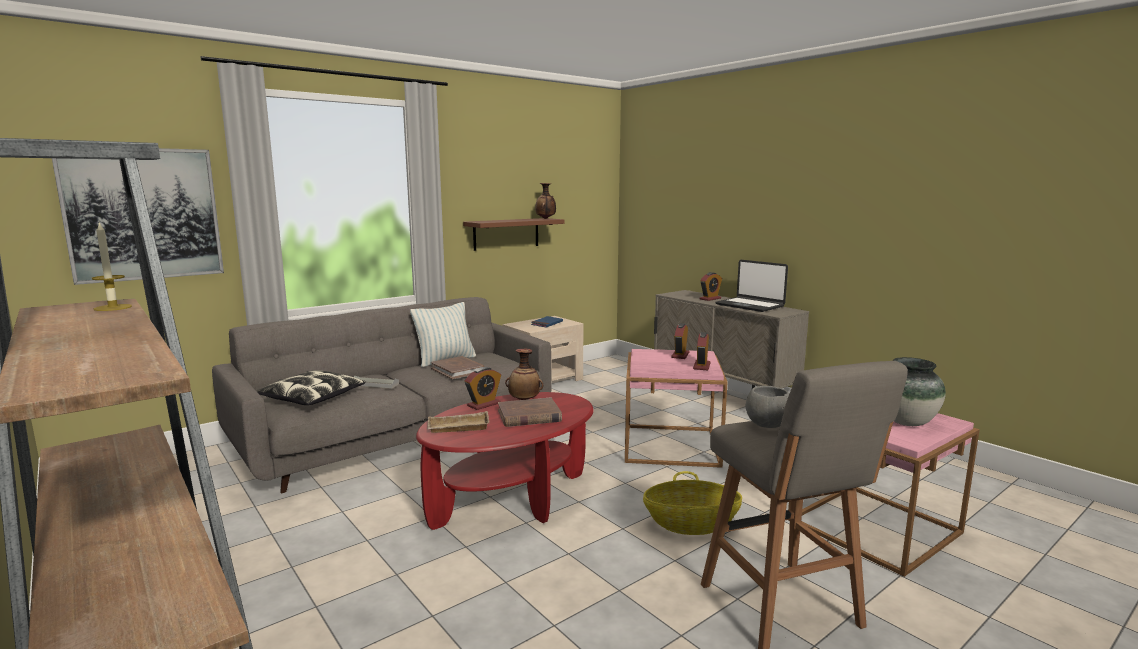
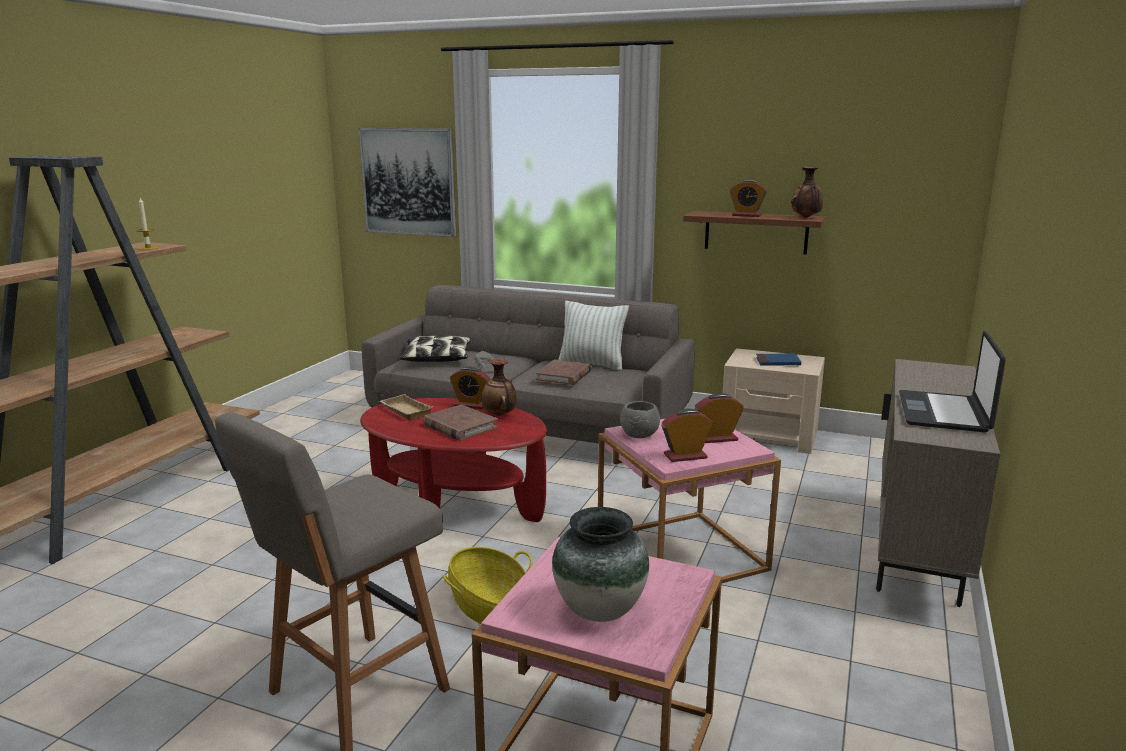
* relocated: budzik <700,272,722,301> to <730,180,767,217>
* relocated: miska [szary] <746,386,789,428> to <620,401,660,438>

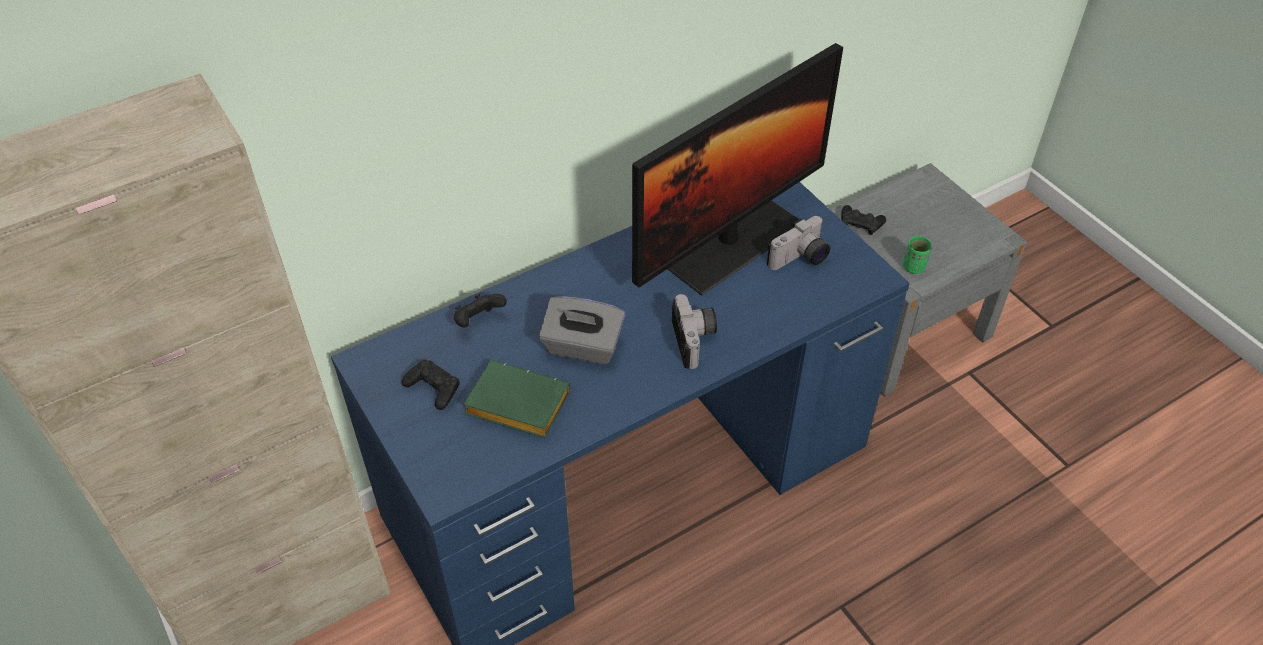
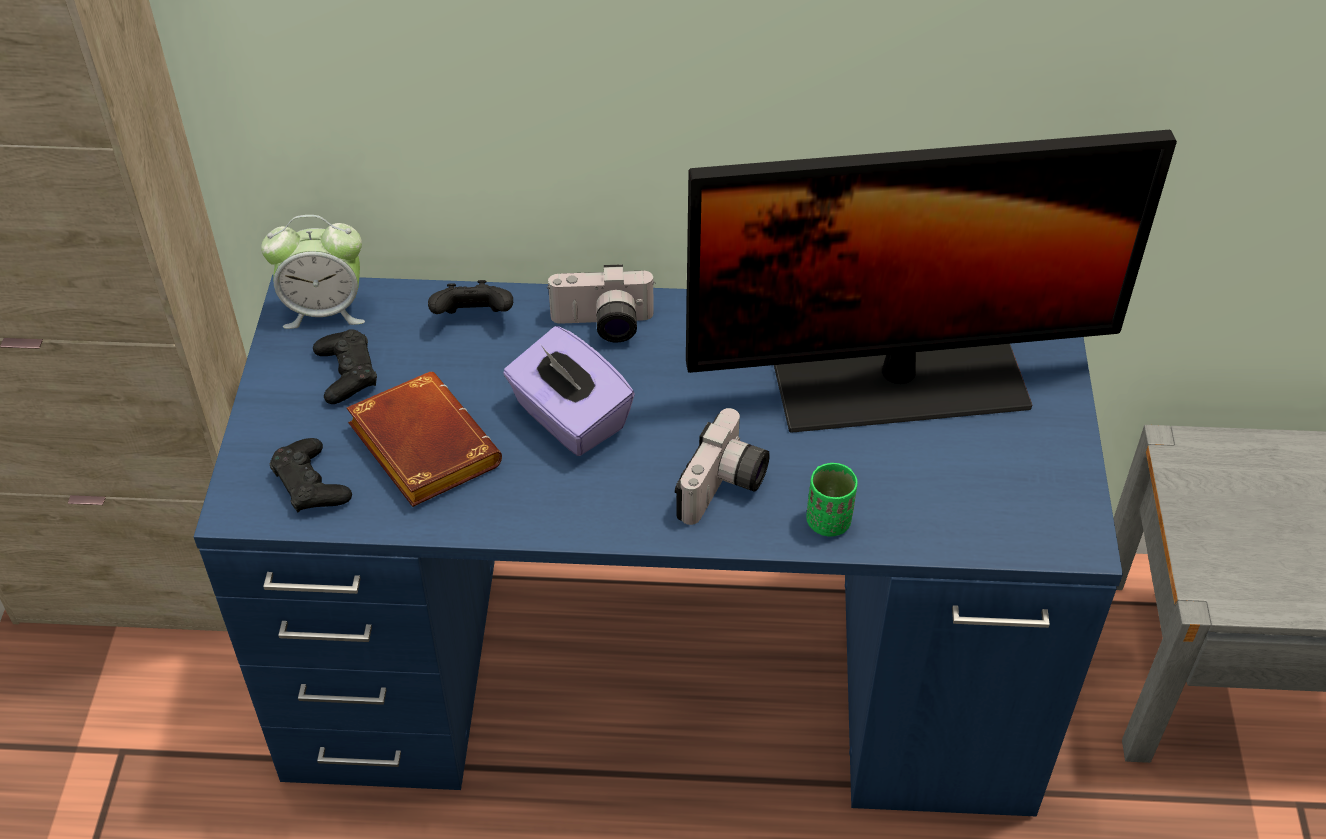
* colour: książka [zielony] <463,360,571,438> to książka [brązowy] <347,372,502,507>
* colour: pudełko chusteczek [szary] <539,296,625,364> to pudełko chusteczek [fioletowy] <503,326,635,456>
* relocated: aparat fotograficzny <767,216,830,270> to <547,264,656,342>
* relocated: pad do gier [czarny] <841,205,886,235> to <269,438,352,512>
* relocated: filiżanka [zielony] <903,236,932,274> to <806,463,858,537>
* appeared: budzik <261,215,365,329>

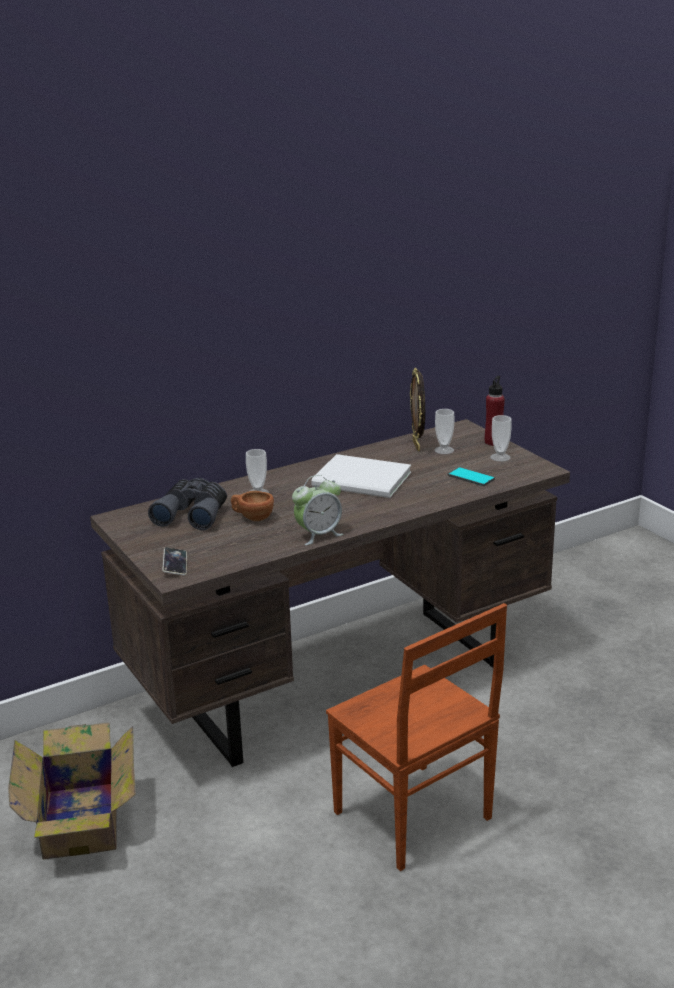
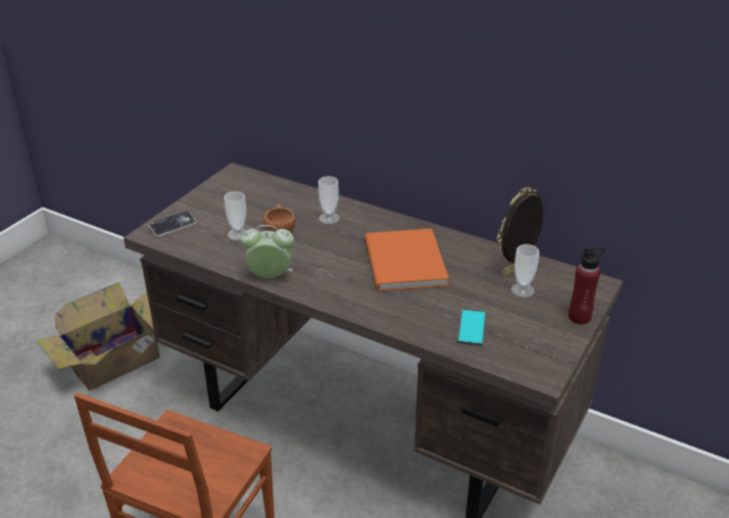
* missing: lornetka [szary] <148,478,227,530>
* spun: budzik <292,475,343,545> = <241,225,294,278> 150 degrees clockwise
* colour: książka [biały] <311,454,411,498> to książka [pomarańczowy] <365,229,449,291>
* relocated: filiżanka <490,415,511,462> to <224,191,247,240>

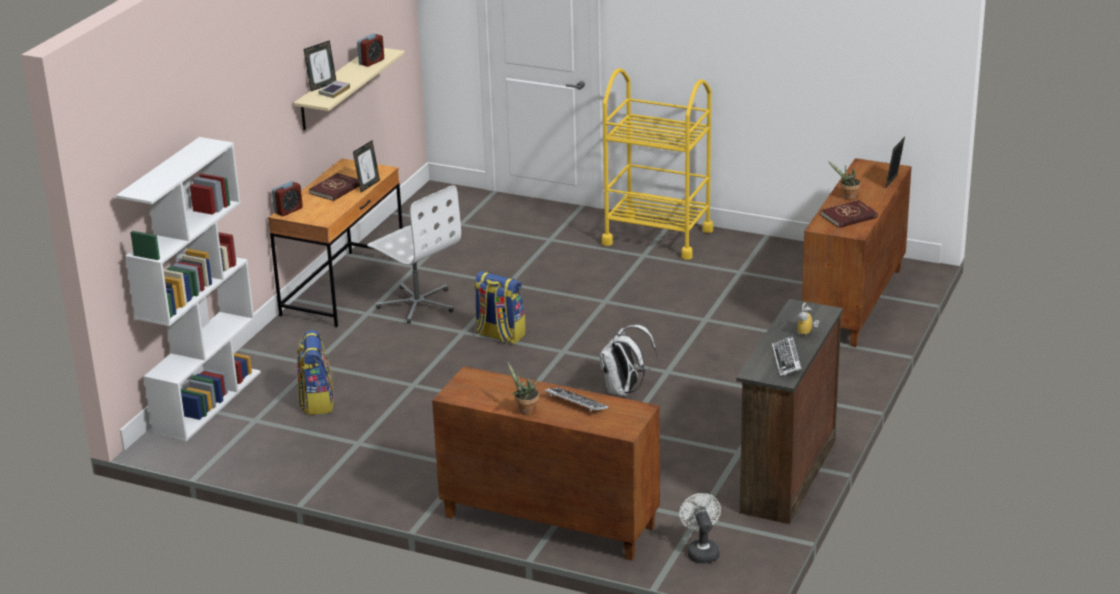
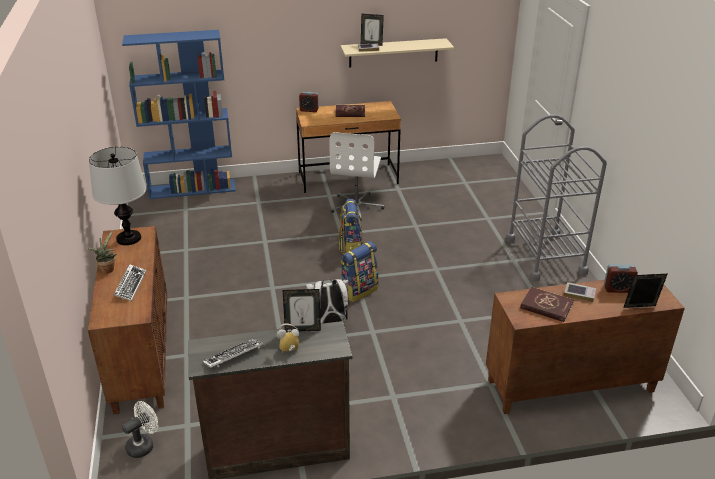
* colour: regał [biały] <116,137,261,442> to regał [niebieski] <122,30,236,199>
* relocated: plecak <297,330,334,415> to <341,241,378,302>
* relocated: ramka na zdjęcie <353,141,380,192> to <283,289,321,332>
* relocated: budzik <357,33,384,67> to <604,264,638,293>
* colour: wózek [żółty] <602,68,713,260> to wózek [szary] <506,114,607,281>
* exchanged: roślina doniczkowa <828,161,861,200> to książka <564,282,596,302>
* appeared: lampa stołowa <89,147,146,245>

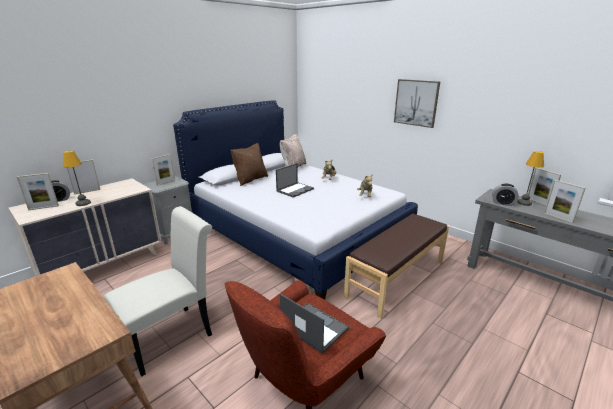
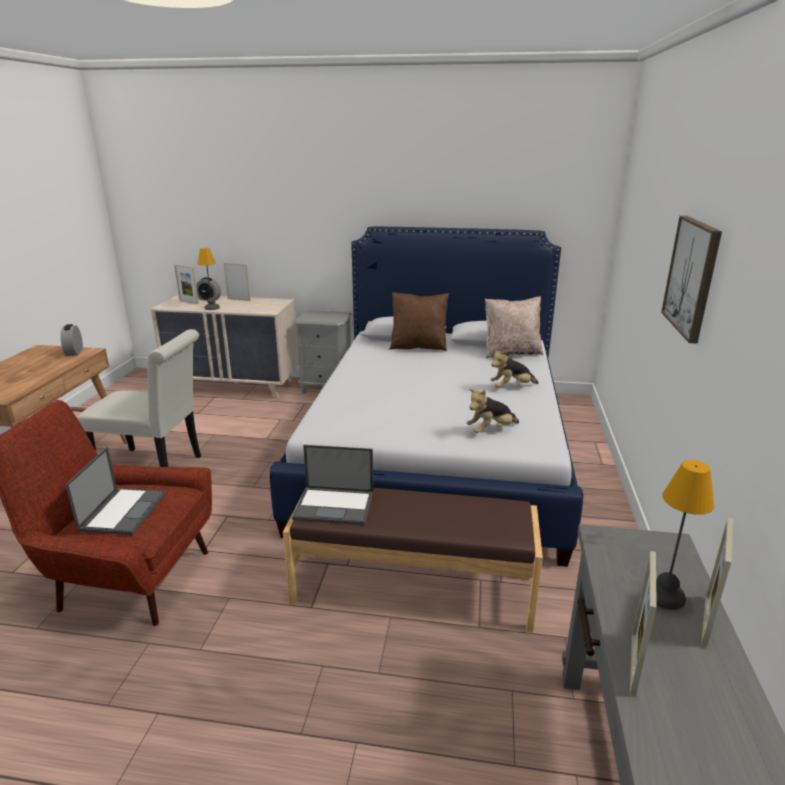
* missing: ramka na zdjęcie <152,154,175,186>
* relocated: laptop <276,163,314,198> to <292,445,373,525>
* relocated: budzik <492,184,519,206> to <61,324,83,356>

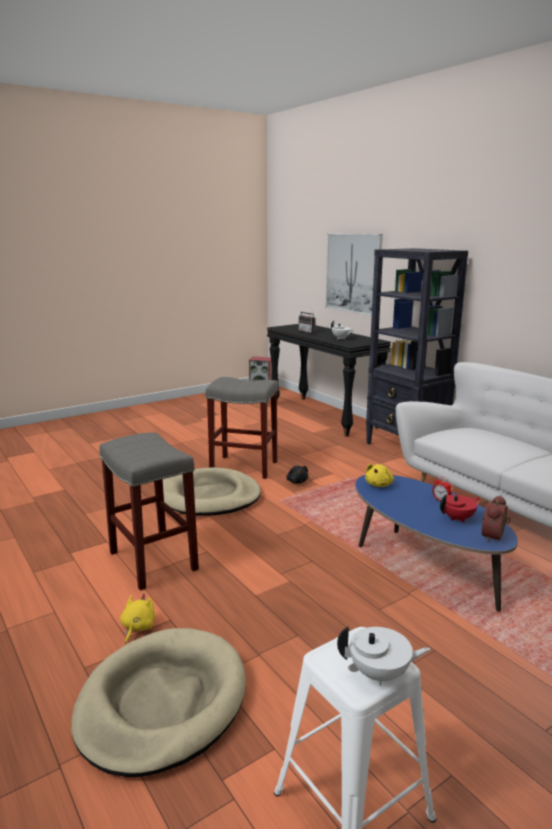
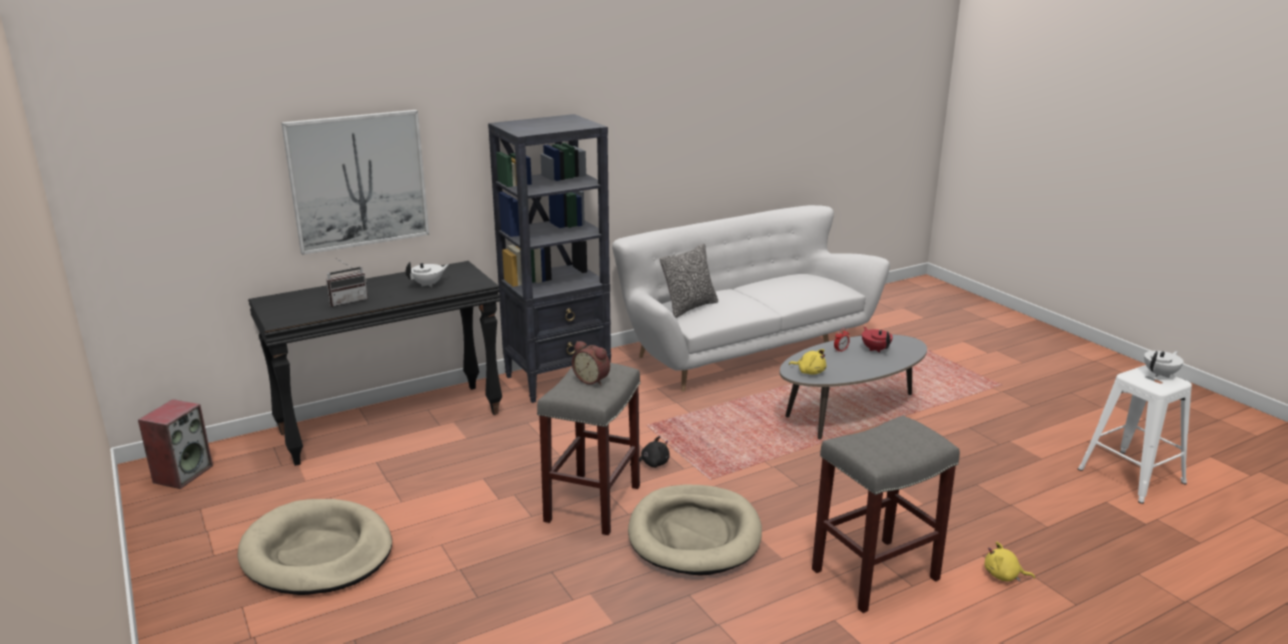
* relocated: legowisko [beżowy] <71,628,246,777> to <237,499,392,595>
* spun: imbryk [biały] <337,626,430,686> = <1144,351,1184,378> 45 degrees clockwise
* colour: ława [niebieski] <355,475,518,612> to ława [szary] <780,335,927,439>
* relocated: budzik <482,495,510,542> to <572,341,610,385>
* appeared: poduszka <660,244,718,318>

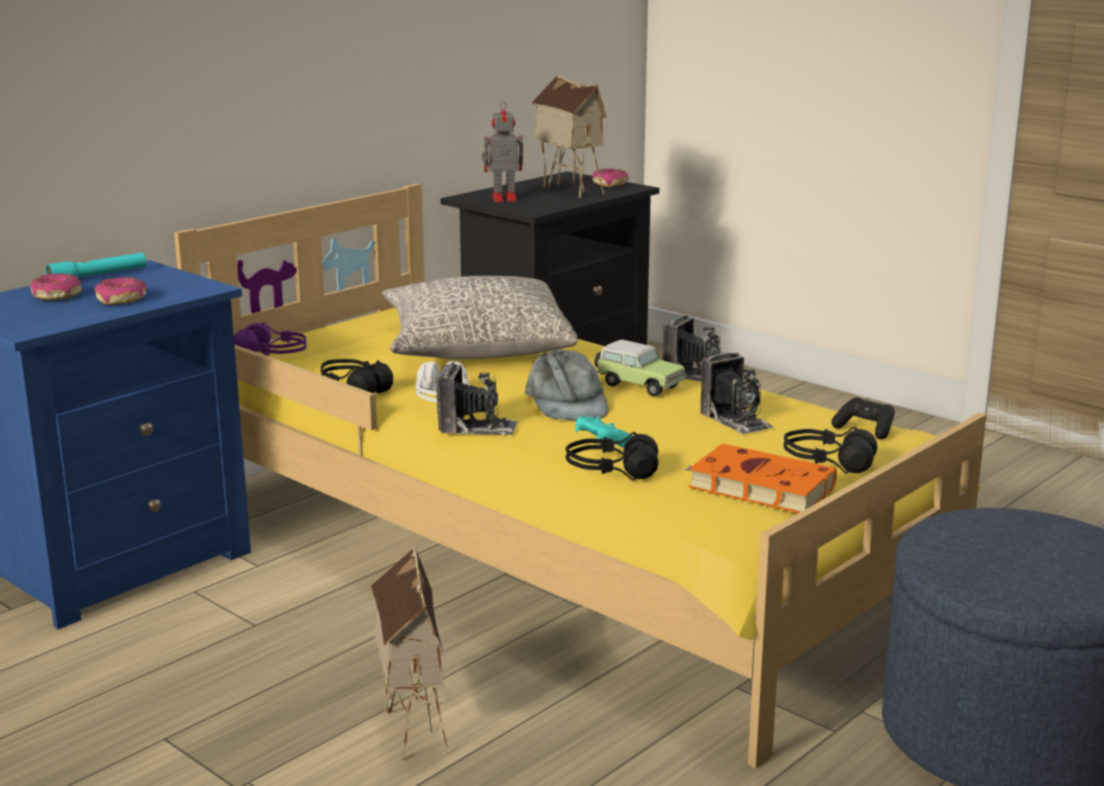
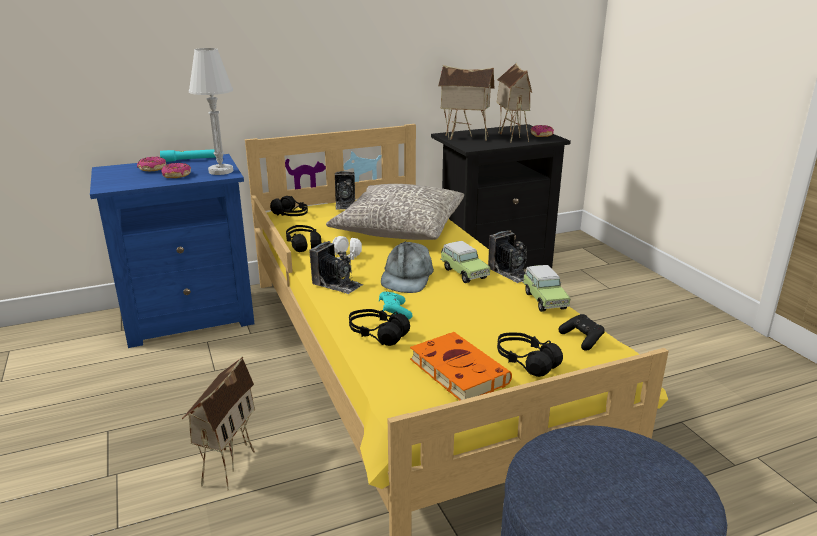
* colour: słuchawki [fioletowy] <234,322,307,356> to słuchawki [czarny] <270,196,308,216>
* exchanged: robot zabawkowy <482,101,523,202> to domek <438,65,494,141>
* relocated: aparat fotograficzny <700,352,774,435> to <335,171,355,210>
* appeared: lampa stołowa [biały] <189,48,233,175>
* appeared: samochodzik <522,265,570,312>

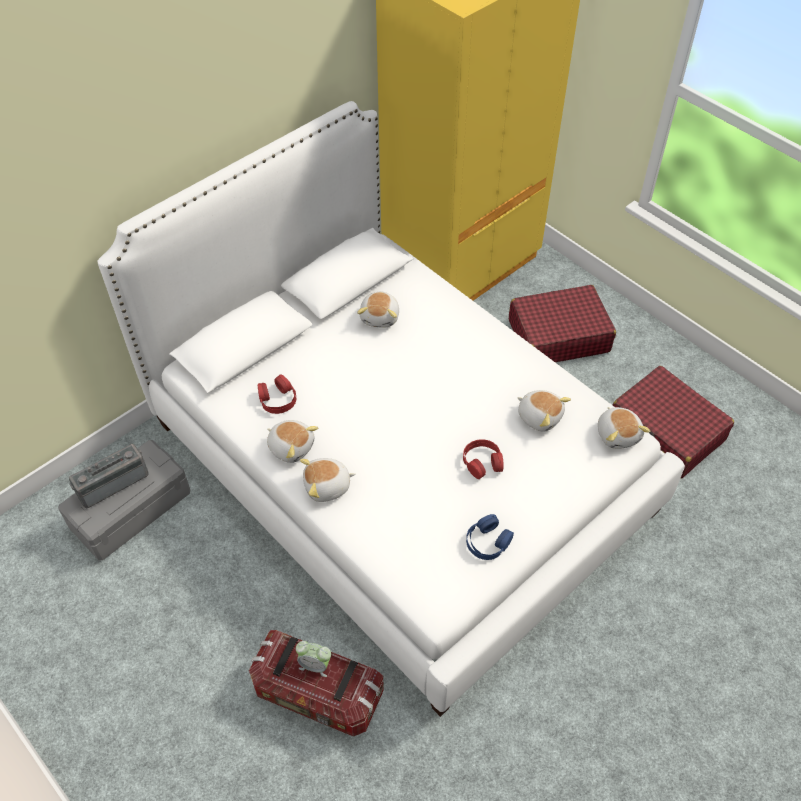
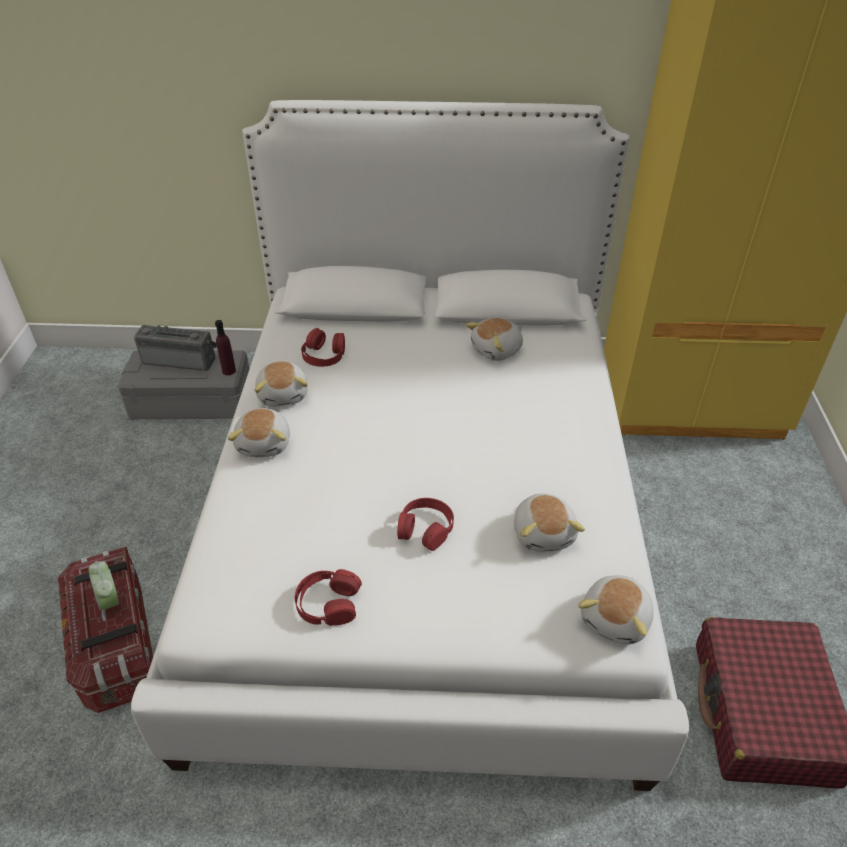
* spun: pluszak <300,458,356,502> = <228,408,290,457> 120 degrees counterclockwise
* colour: słuchawki [niebieski] <466,514,514,560> to słuchawki [czerwony] <295,569,362,626>
* missing: walizka [czerwony] <509,285,616,362>
* appeared: butelka [fioletowy] <215,320,236,375>

